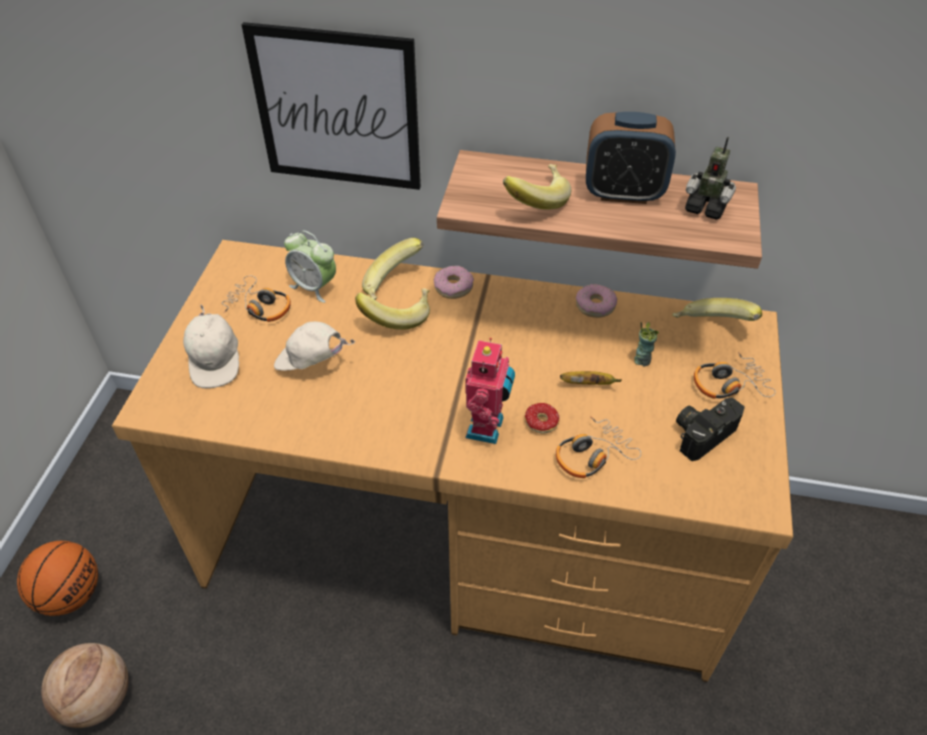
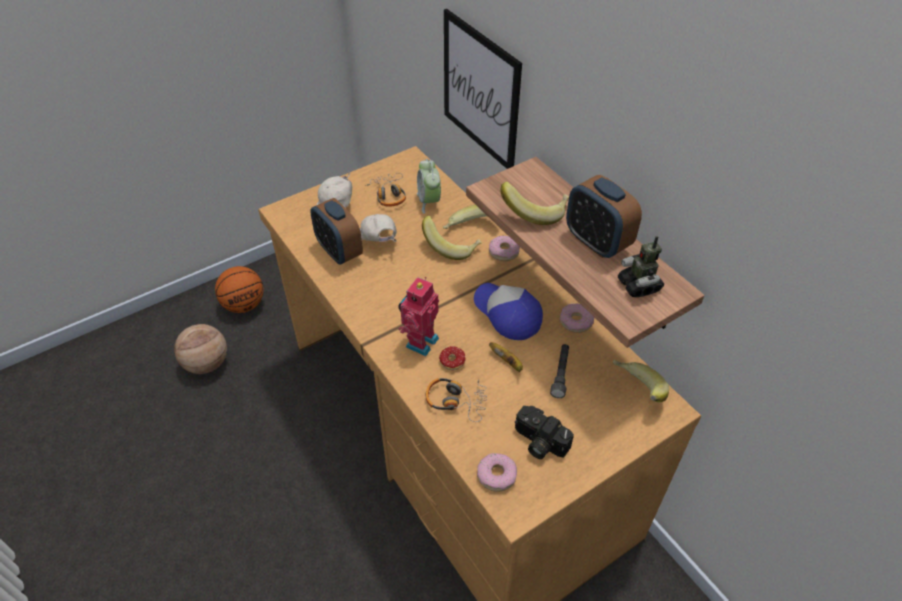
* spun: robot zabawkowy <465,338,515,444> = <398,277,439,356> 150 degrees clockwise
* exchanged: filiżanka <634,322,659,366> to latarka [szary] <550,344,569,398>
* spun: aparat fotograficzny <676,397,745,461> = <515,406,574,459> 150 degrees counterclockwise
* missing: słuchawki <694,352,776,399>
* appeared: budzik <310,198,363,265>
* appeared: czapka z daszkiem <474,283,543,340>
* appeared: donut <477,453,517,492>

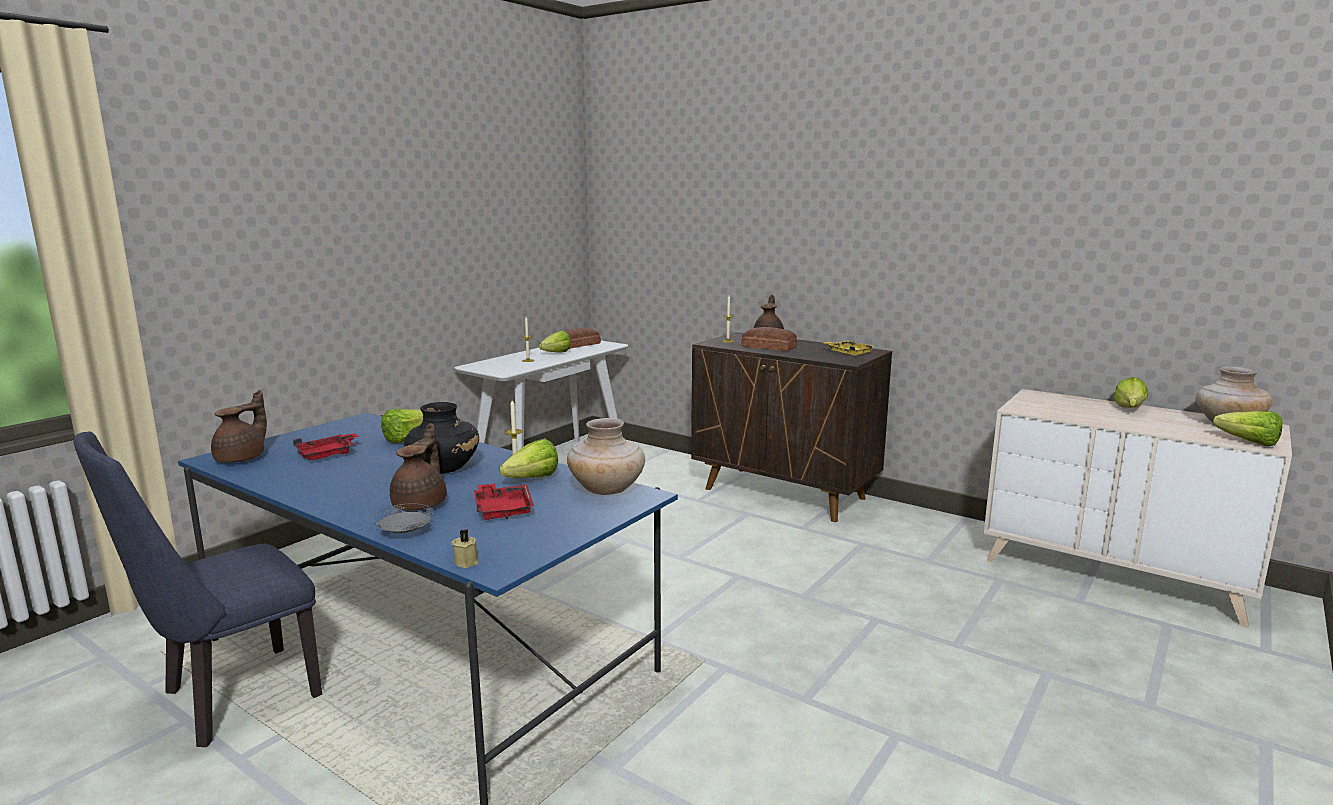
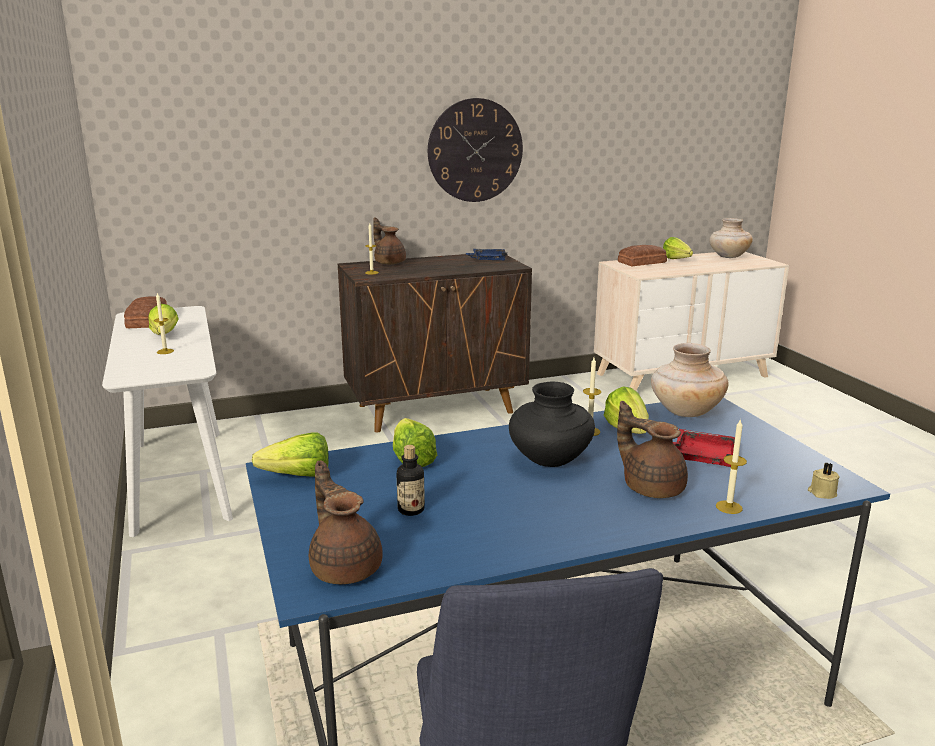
* exchanged: taca [czerwony] <293,433,359,460> to butelka <397,445,425,516>
* exchanged: talerz [szary] <373,503,434,533> to świeca <716,419,747,514>
* relocated: chleb <741,327,797,351> to <618,245,667,266>
* colour: taca [żółty] <825,340,875,356> to taca [niebieski] <466,249,507,260>
* relocated: sałata <1213,411,1283,447> to <252,433,329,477>
* appeared: zegar ścienny <428,98,523,202>

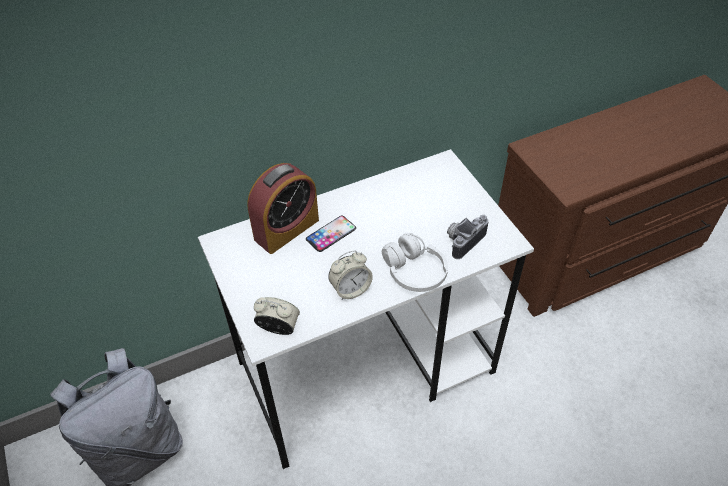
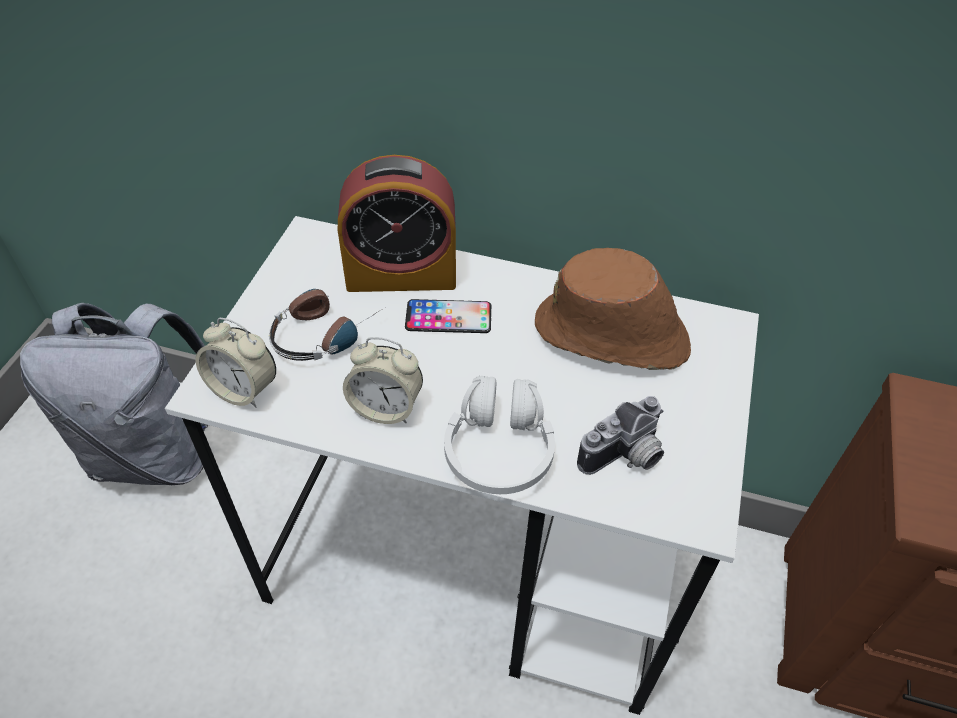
* spun: budzik <254,297,300,335> = <195,318,276,408> 150 degrees clockwise
* spun: aparat fotograficzny <447,215,489,259> = <577,396,664,475> 150 degrees clockwise
* appeared: słuchawki <269,289,381,361>
* appeared: kapelusz [brązowy] <535,248,691,370>

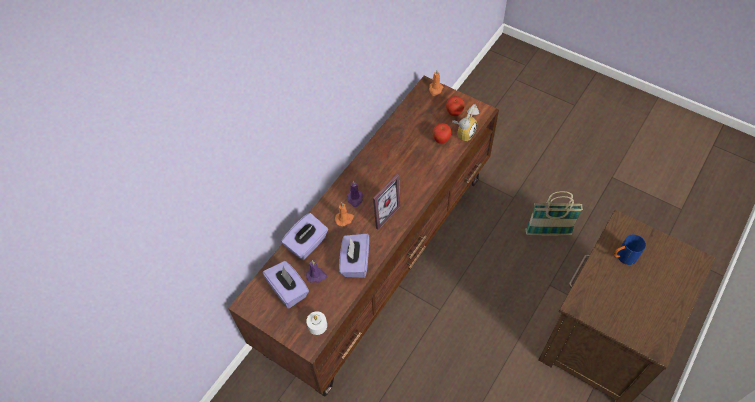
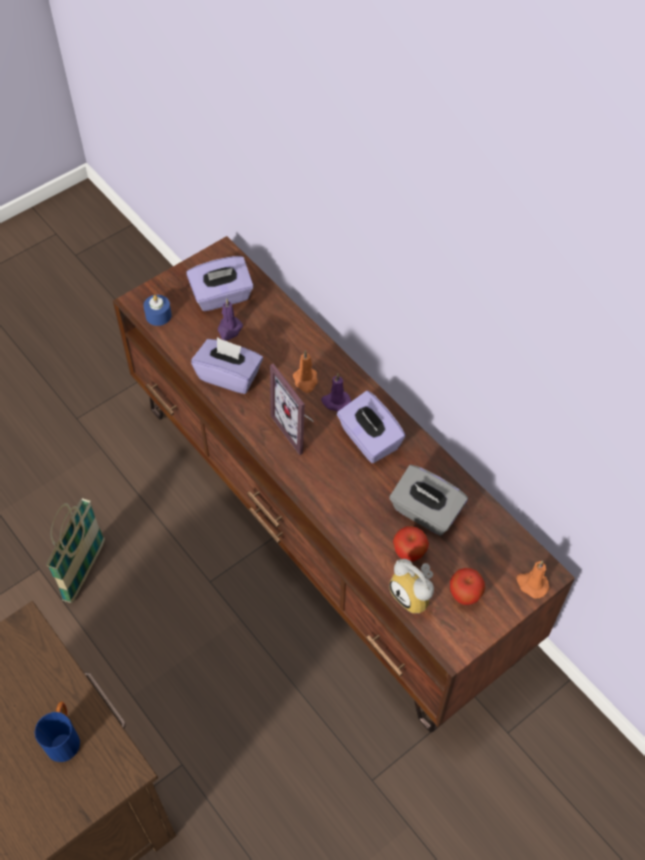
* relocated: pudełko chusteczek [fioletowy] <281,213,328,260> to <337,391,406,463>
* colour: świeca [biały] <306,311,327,335> to świeca [niebieski] <143,295,172,326>
* relocated: koszyk <526,191,583,236> to <46,498,105,603>
* appeared: pudełko chusteczek [szary] <389,465,468,536>

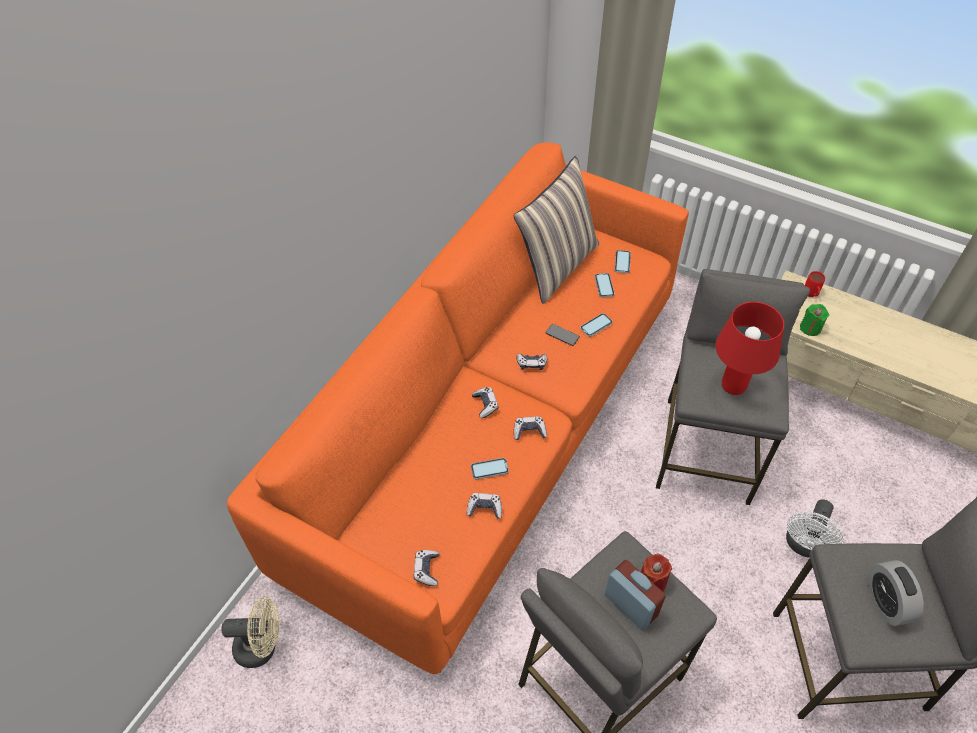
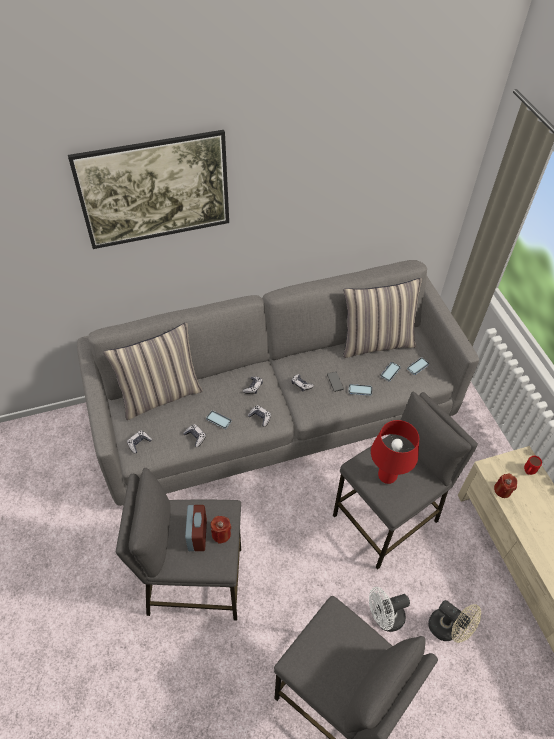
* relocated: wentylator [beżowy] <222,597,279,668> to <428,600,481,643>
* colour: kanapa [pomarańczowy] <227,142,689,674> to kanapa [szary] <77,260,479,506>
* colour: świeca [zielony] <800,304,829,336> to świeca [czerwony] <494,474,517,498>
* missing: budzik <868,560,924,626>
* appeared: obraz <68,130,229,249>
* appeared: poduszka <104,322,203,420>

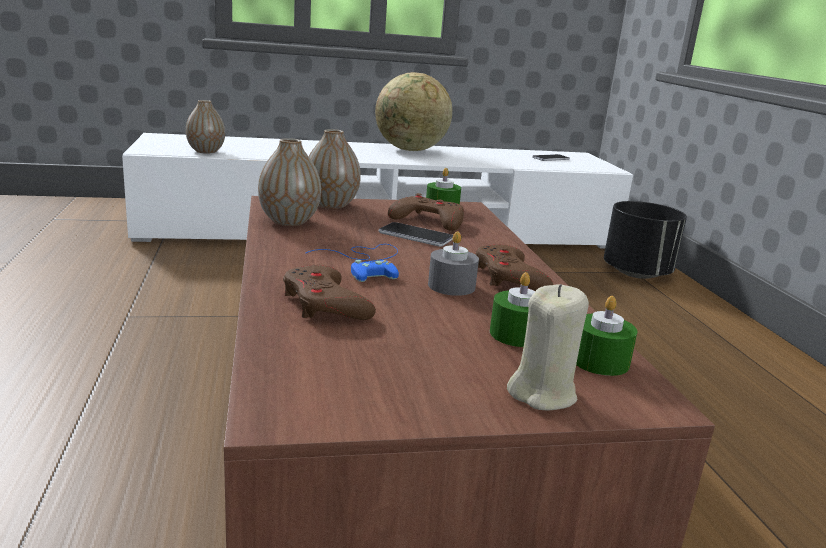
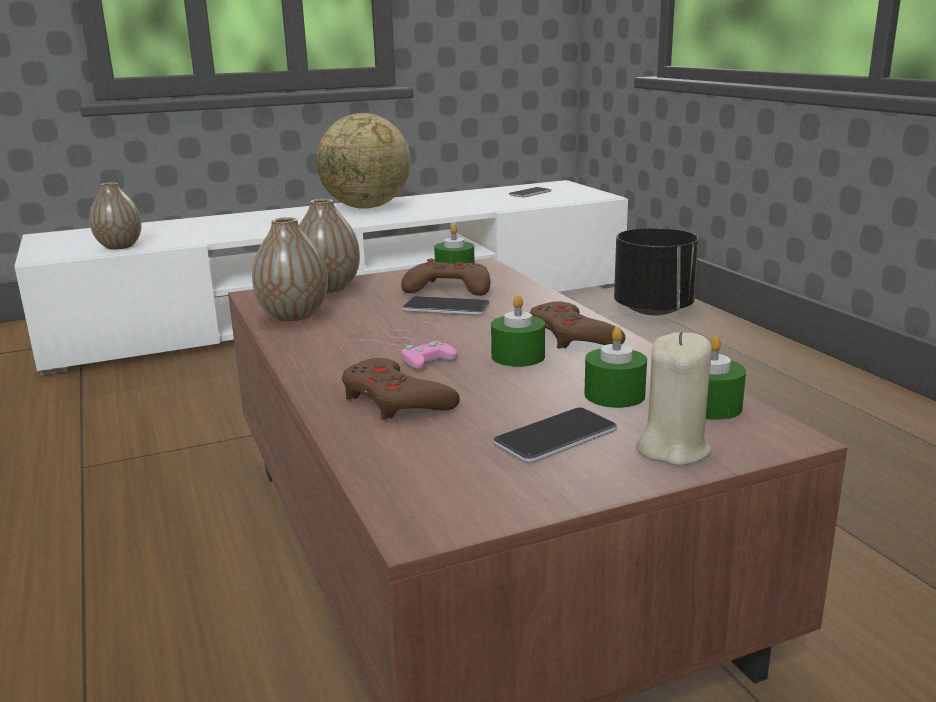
* colour: pad do gier [niebieski] <305,244,399,282> to pad do gier [różowy] <340,322,457,370>
* colour: świeca [szary] <428,231,479,296> to świeca [zielony] <491,295,545,367>
* appeared: telefon <493,407,617,463>

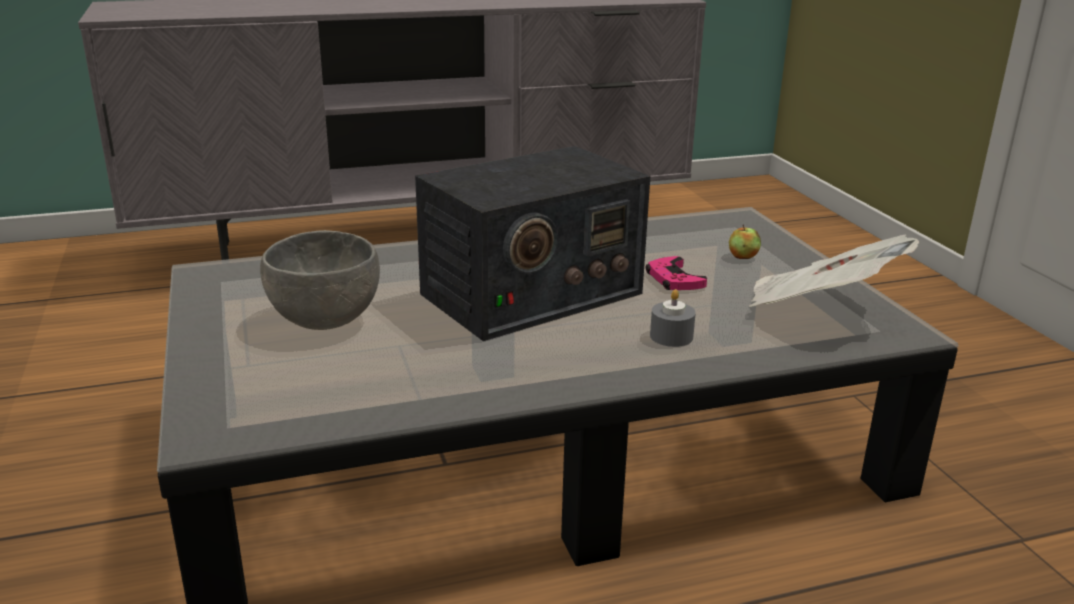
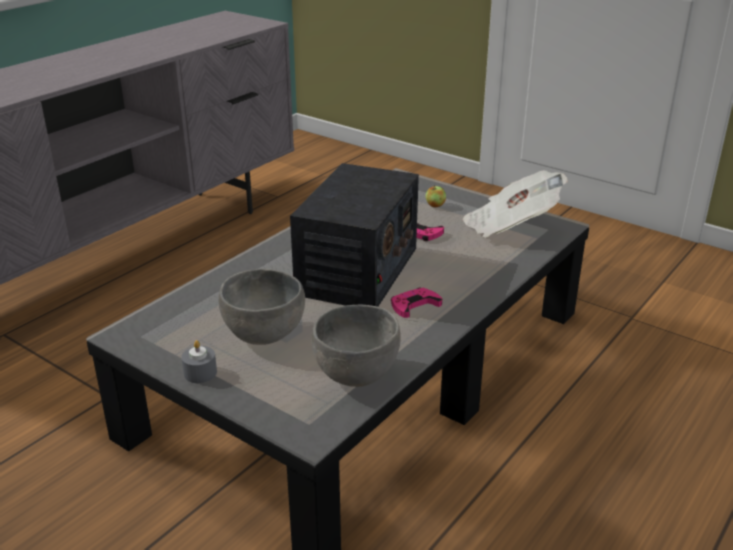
* relocated: świeca [szary] <650,289,696,347> to <181,340,217,383>
* appeared: miska [szary] <311,305,401,387>
* appeared: pad do gier [różowy] <391,288,442,318>

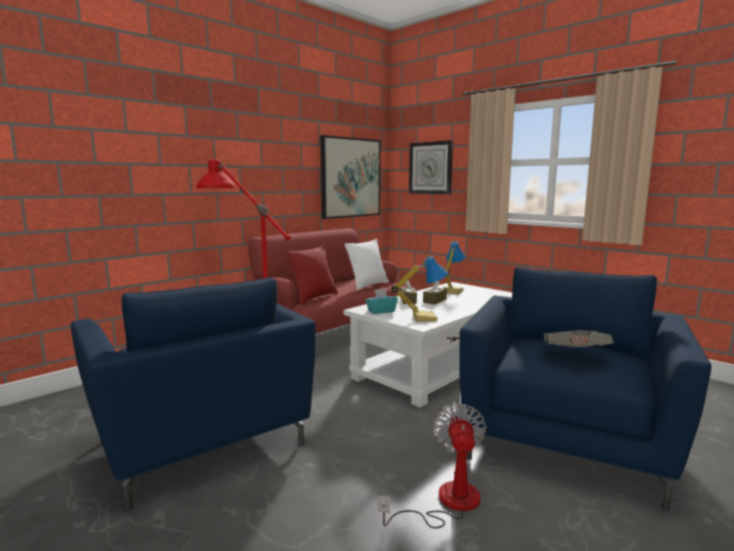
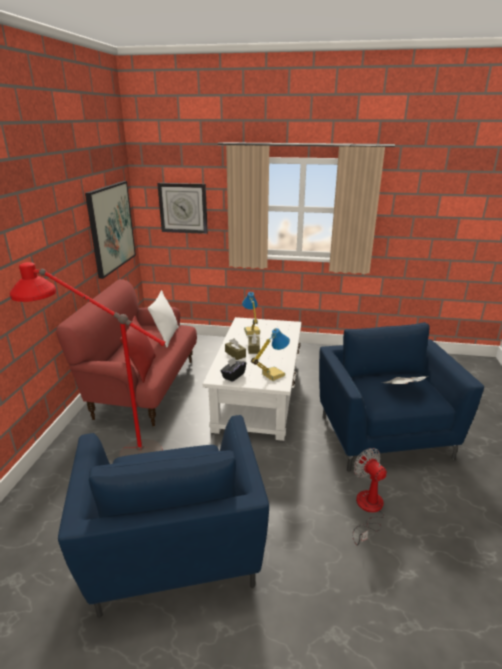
* spun: fotel [niebieski] <71,277,316,510> = <58,415,269,618> 60 degrees clockwise
* colour: pudełko chusteczek [turkusowy] <365,289,398,314> to pudełko chusteczek [czarny] <220,357,246,382>

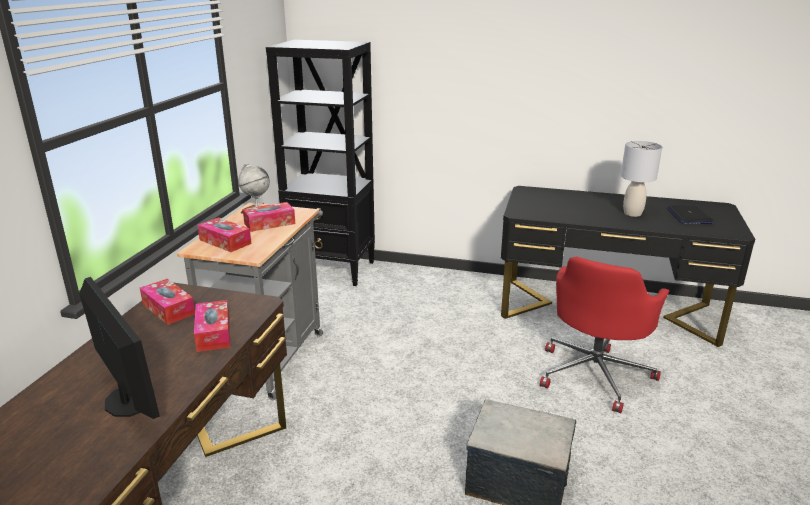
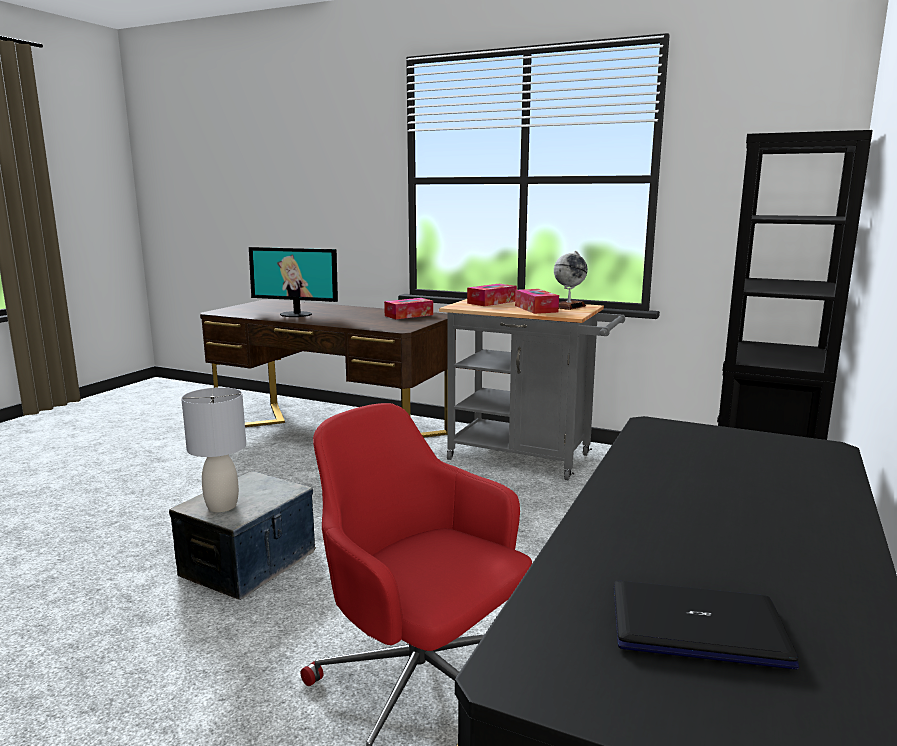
* spun: monitor <79,277,160,419> = <249,247,338,317> 45 degrees clockwise
* missing: pudełko chusteczek <194,300,230,352>
* relocated: lampa stołowa [szary] <621,141,662,217> to <181,387,246,512>

